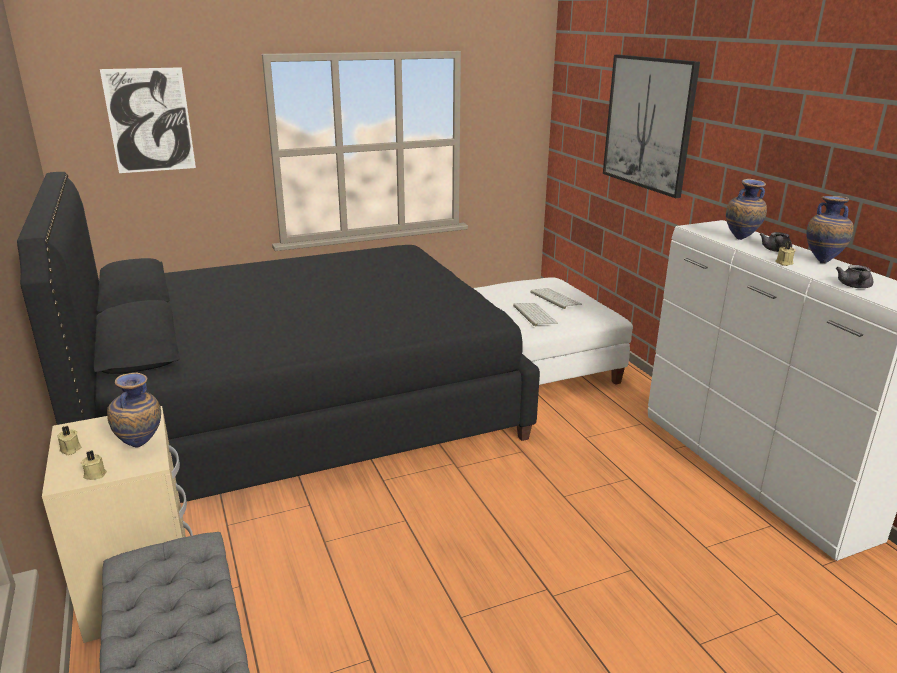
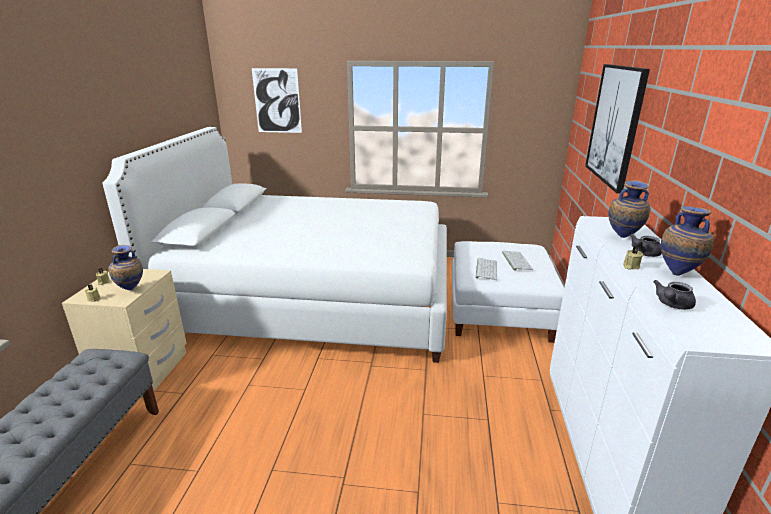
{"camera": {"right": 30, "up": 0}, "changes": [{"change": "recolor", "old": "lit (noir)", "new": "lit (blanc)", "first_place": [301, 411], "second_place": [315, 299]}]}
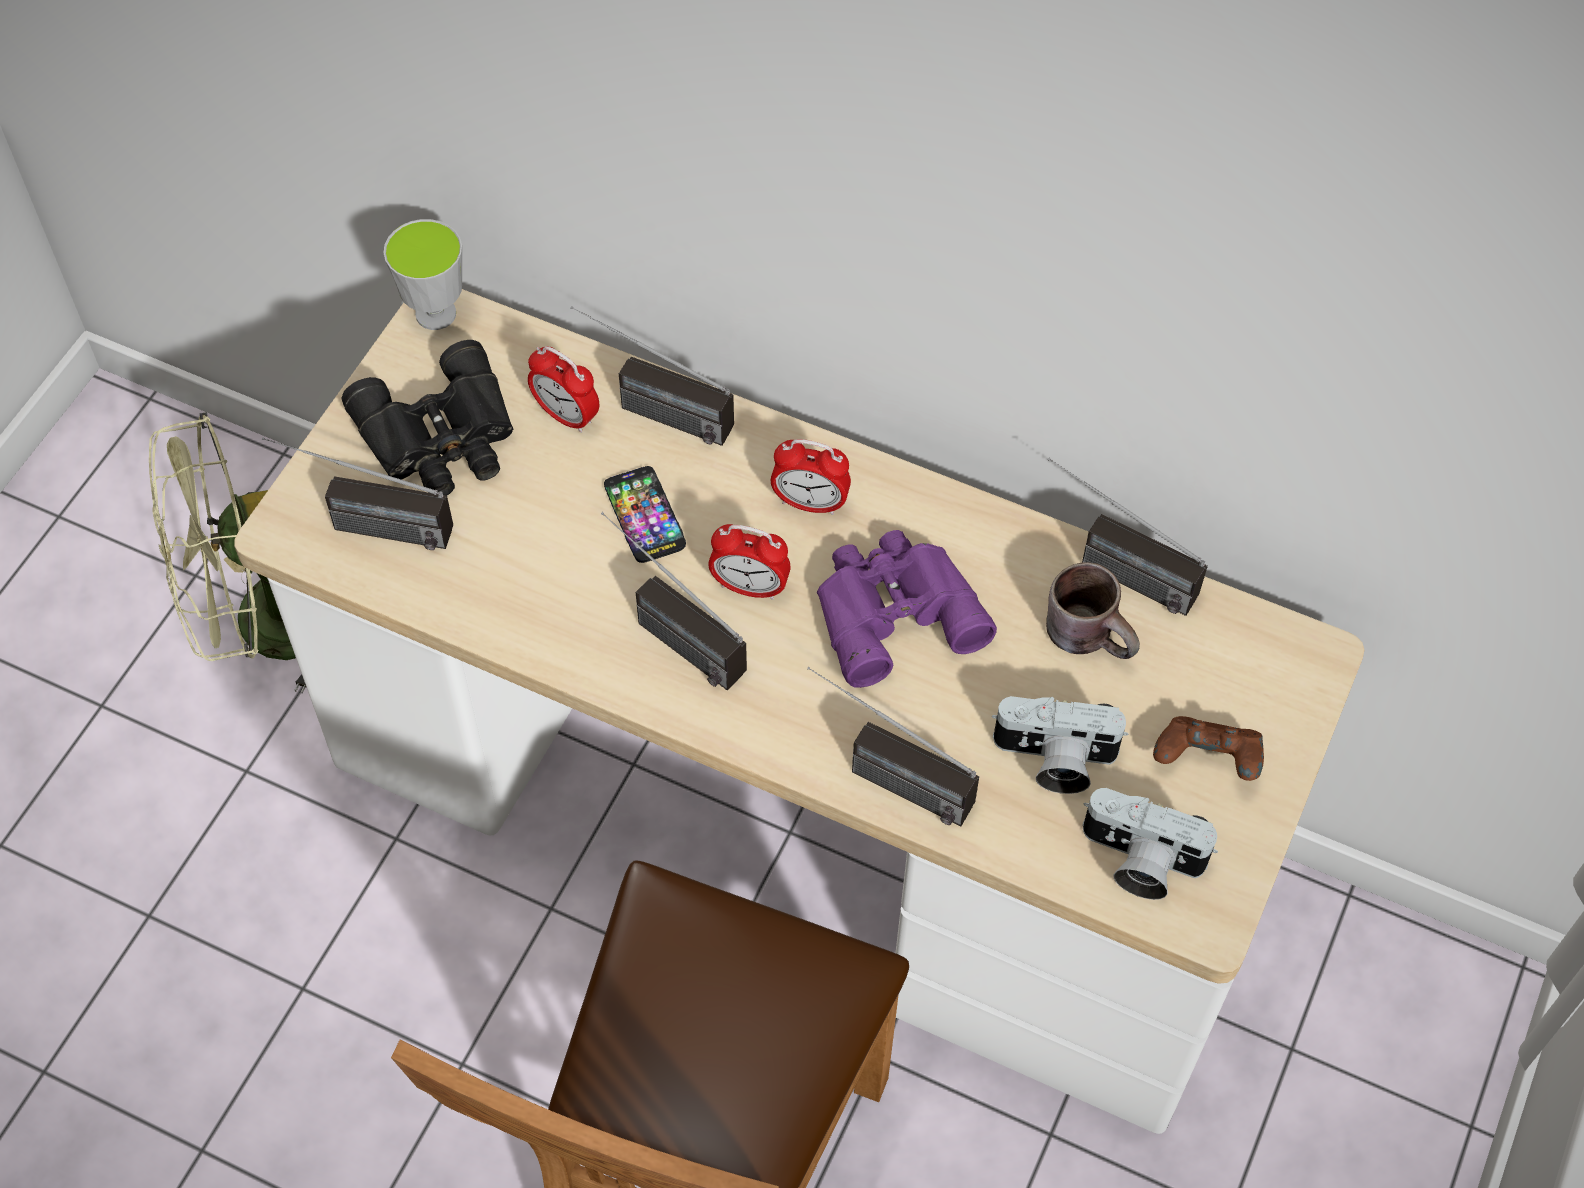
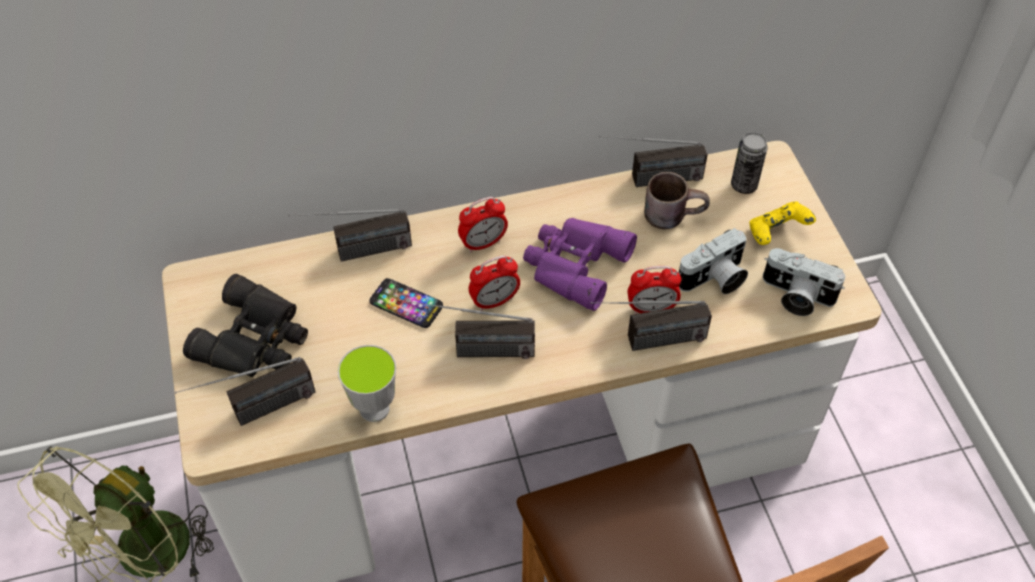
{"camera": {"right": -40, "up": -5}, "changes": [{"change": "move", "old": "tasse", "first_place": [436, 314], "second_place": [374, 409]}, {"change": "move", "old": "réveil", "first_place": [566, 416], "second_place": [651, 309]}, {"change": "rotate", "old": "appareil photo", "first_place": [1138, 861], "second_place": [795, 296], "degrees": 45}, {"change": "recolor", "old": "manette (marron)", "new": "manette (jaune)", "first_place": [1207, 761], "second_place": [777, 233]}, {"change": "insert", "new": "boîte métallique", "second_place": [744, 185]}]}
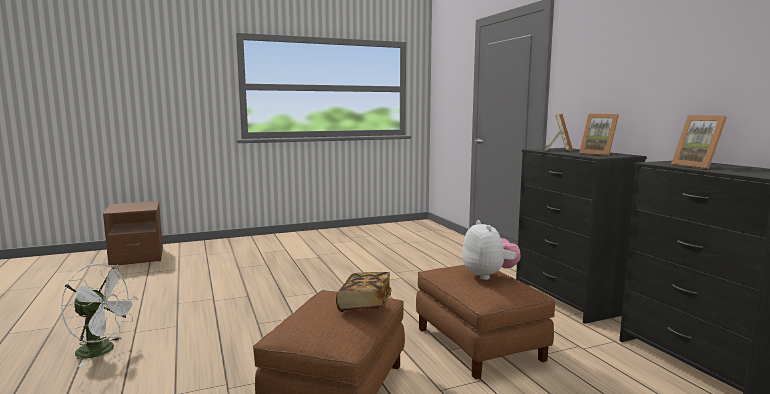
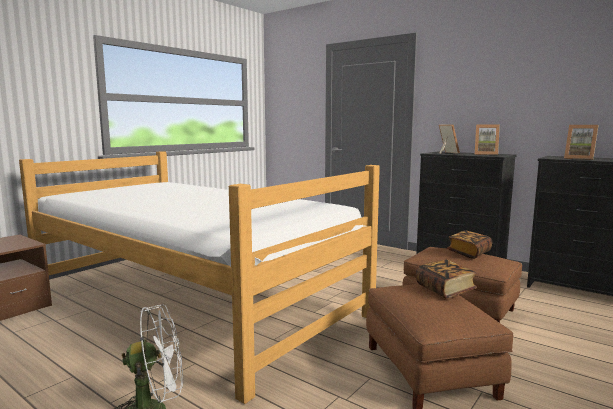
{"camera": {"right": -30, "up": 0}, "changes": [{"change": "replace", "old": "peluche", "new": "livre", "first_place": [489, 275], "second_place": [469, 253]}, {"change": "insert", "new": "lit", "second_place": [193, 301]}]}
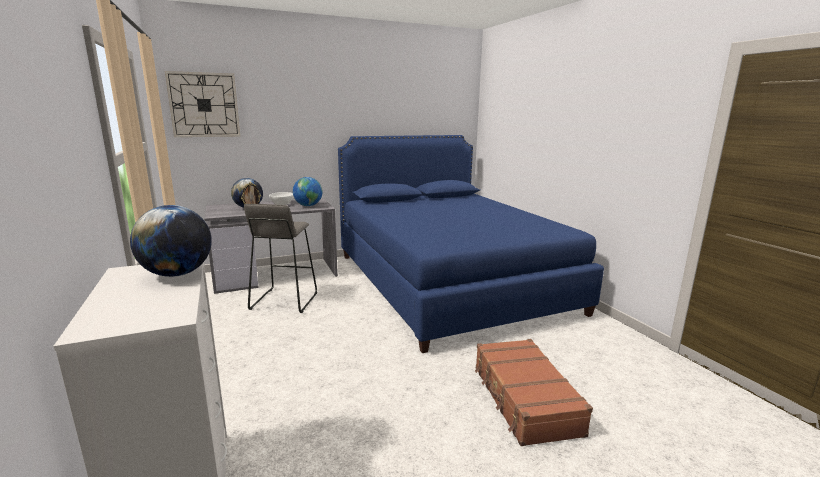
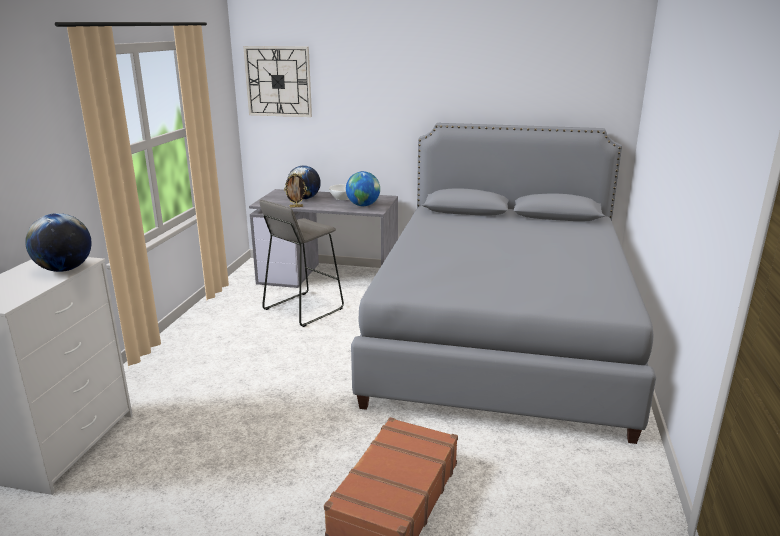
{"camera": {"right": 35, "up": 5}, "changes": [{"change": "recolor", "old": "lit (bleu)", "new": "lit (gris)", "first_place": [448, 282], "second_place": [500, 336]}]}
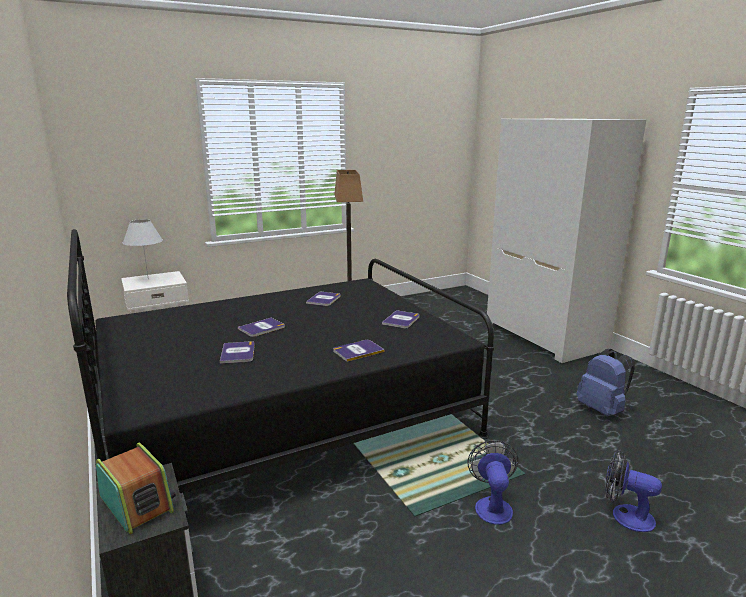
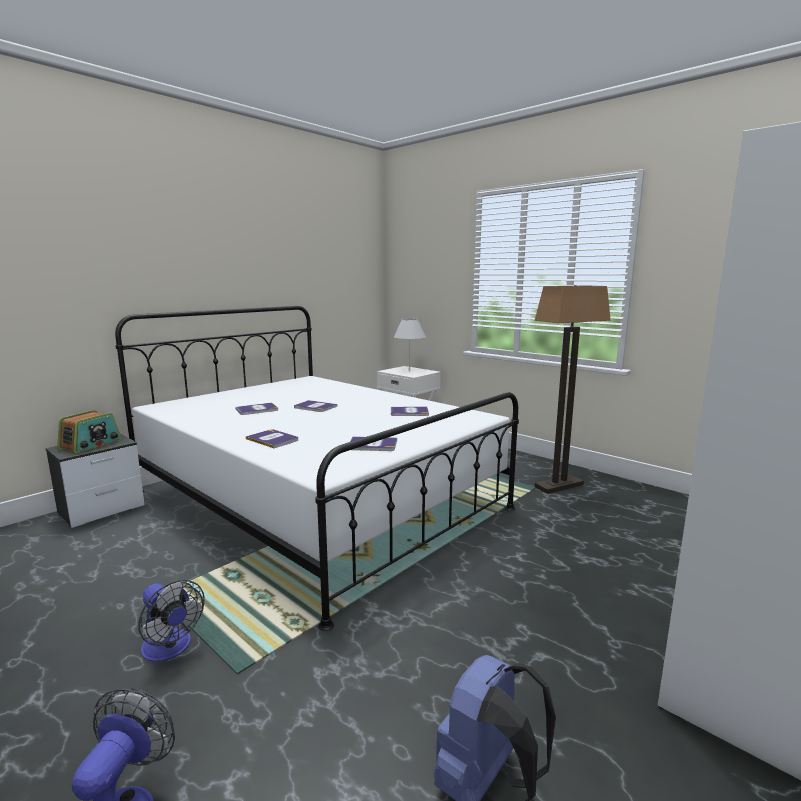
{"camera": {"right": 70, "up": -5}, "changes": [{"change": "recolor", "old": "lit (noir)", "new": "lit (blanc)", "first_place": [284, 417], "second_place": [317, 500]}, {"change": "rotate", "old": "ventilateur", "first_place": [492, 505], "second_place": [170, 649], "degrees": 60}]}
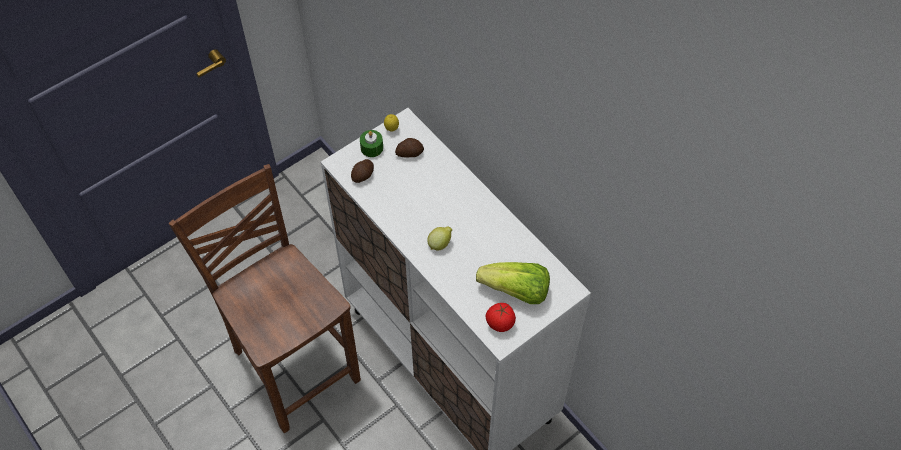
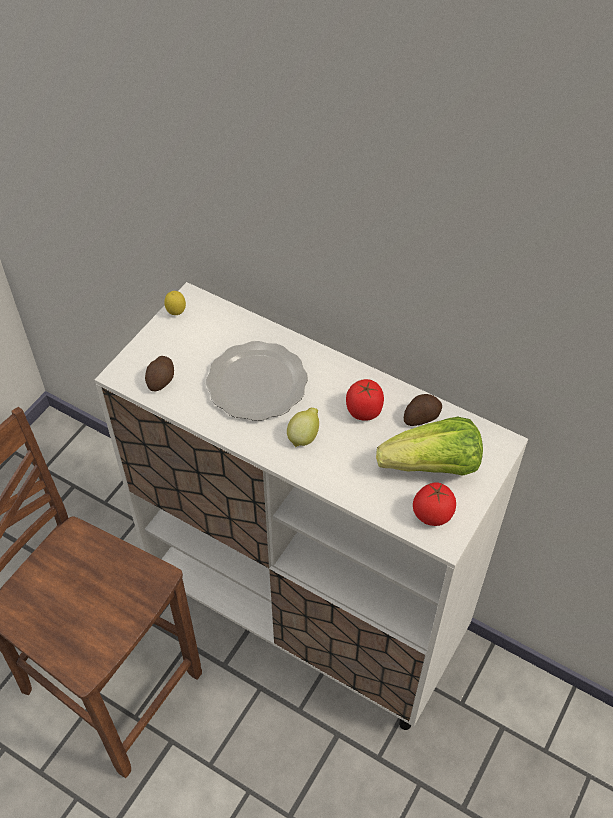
{"camera": {"right": -20, "up": -5}, "changes": [{"change": "delete", "old": "bougie (vert)", "first_place": [372, 148]}, {"change": "move", "old": "pomme de terre", "first_place": [409, 152], "second_place": [421, 417]}, {"change": "insert", "new": "assiette", "second_place": [258, 383]}, {"change": "insert", "new": "tomate", "second_place": [364, 411]}]}
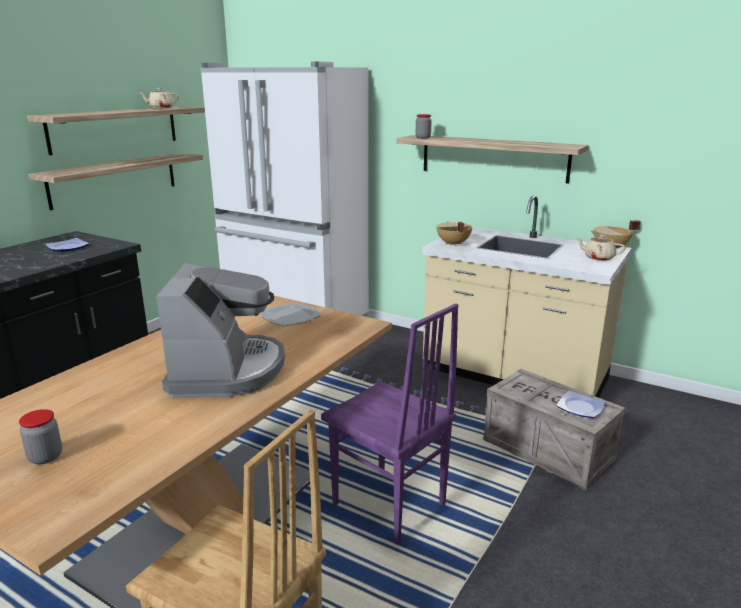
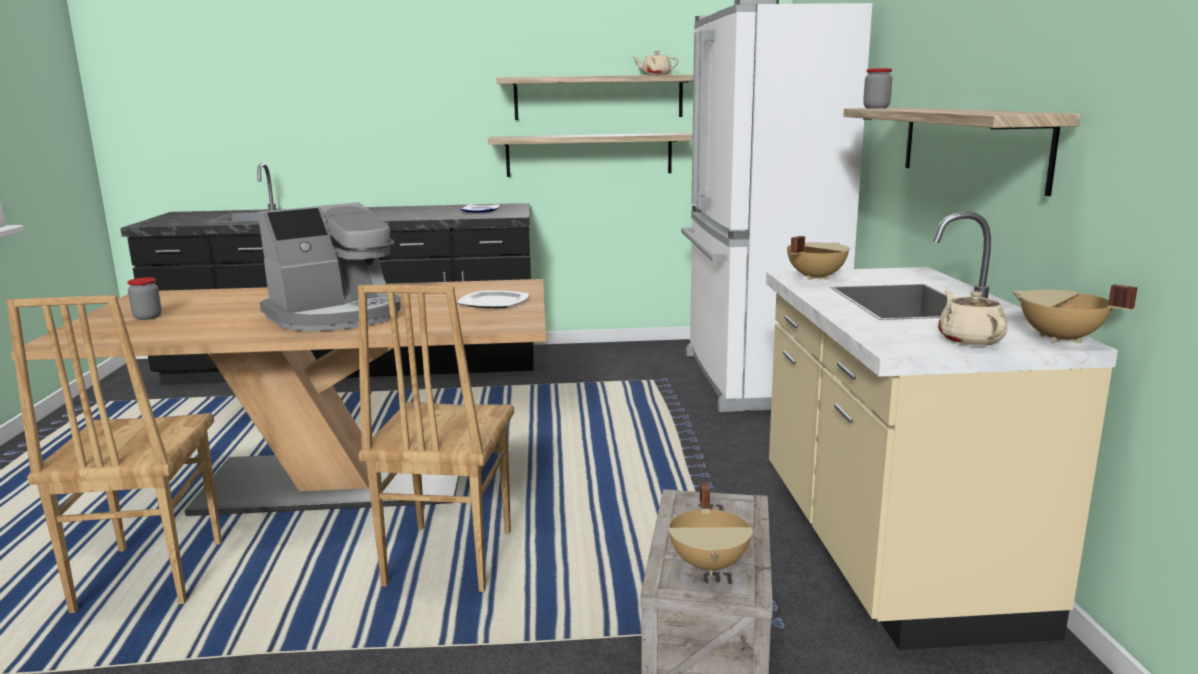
{"camera": {"right": 55, "up": -5}, "changes": [{"change": "recolor", "old": "chaise (violet)", "new": "chaise (marron)", "first_place": [388, 505], "second_place": [446, 558]}, {"change": "replace", "old": "assiette", "new": "marmite (beige)", "first_place": [579, 407], "second_place": [710, 564]}]}
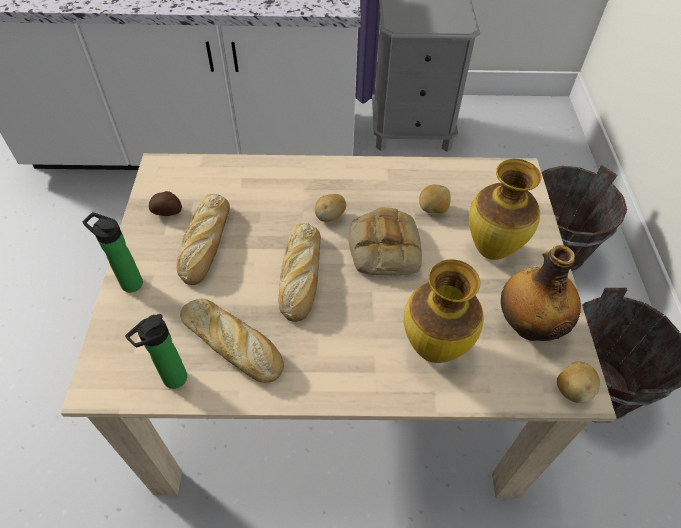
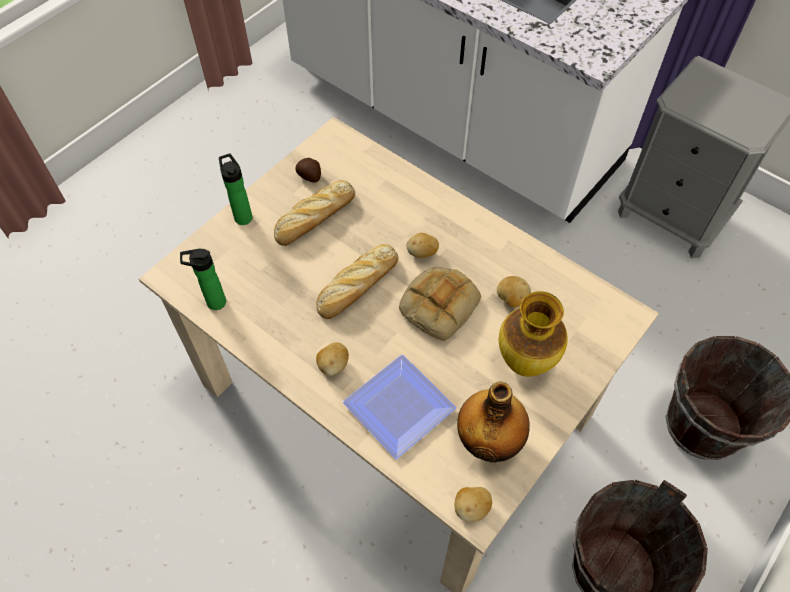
{"camera": {"right": 40, "up": 5}, "changes": [{"change": "delete", "old": "pain", "first_place": [234, 345]}, {"change": "replace", "old": "vase", "new": "assiette", "first_place": [433, 348], "second_place": [399, 403]}, {"change": "insert", "new": "pomme de terre", "second_place": [333, 365]}]}
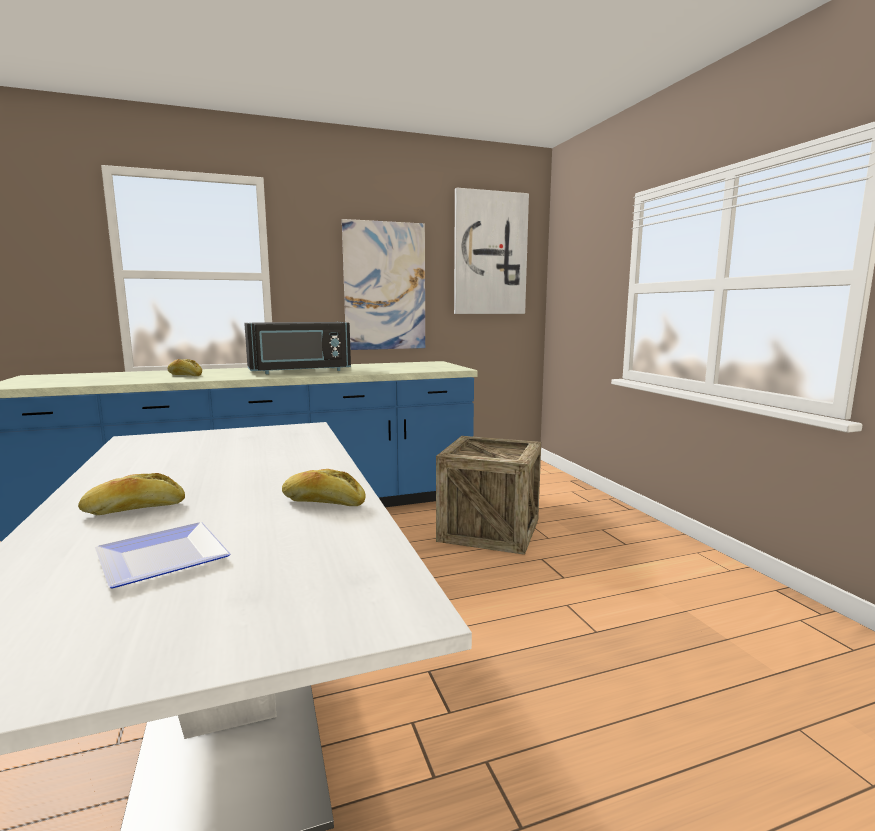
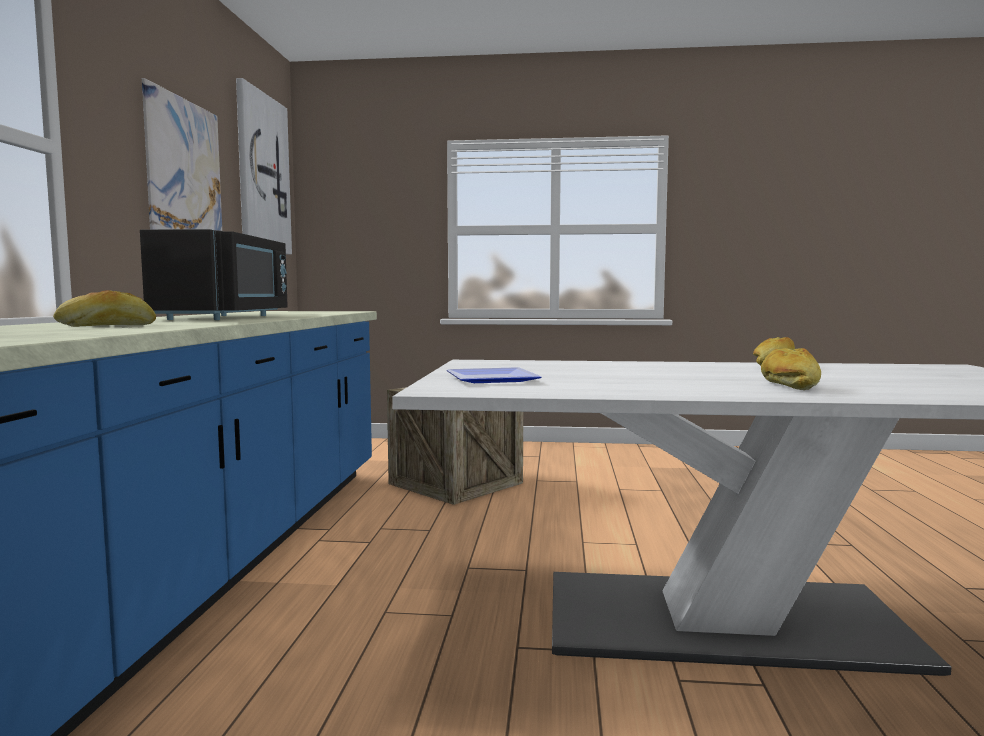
{"camera": {"right": -65, "up": -5}, "changes": [{"change": "move", "old": "assiette", "first_place": [167, 558], "second_place": [494, 379]}]}
